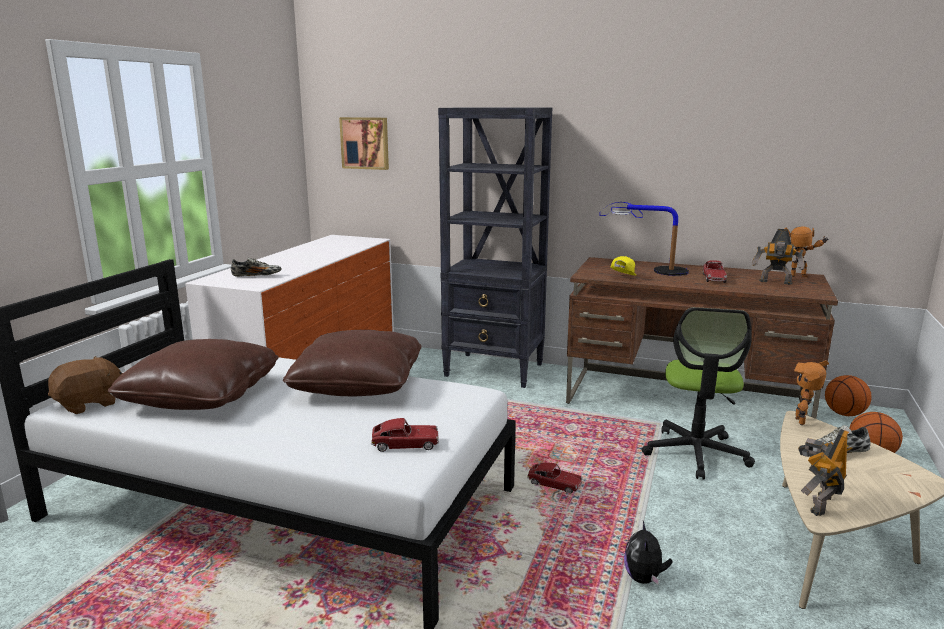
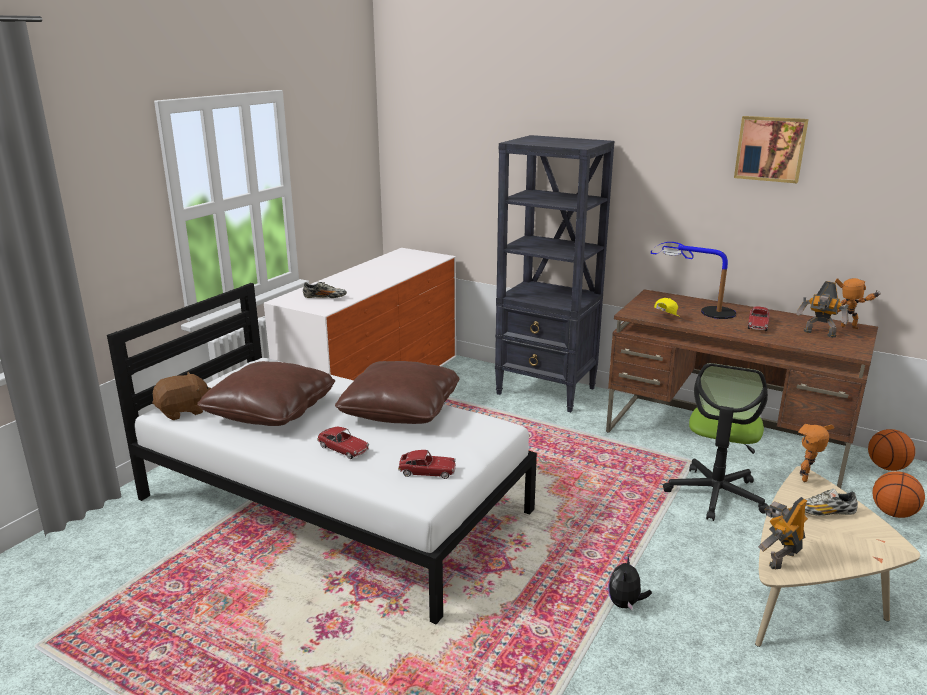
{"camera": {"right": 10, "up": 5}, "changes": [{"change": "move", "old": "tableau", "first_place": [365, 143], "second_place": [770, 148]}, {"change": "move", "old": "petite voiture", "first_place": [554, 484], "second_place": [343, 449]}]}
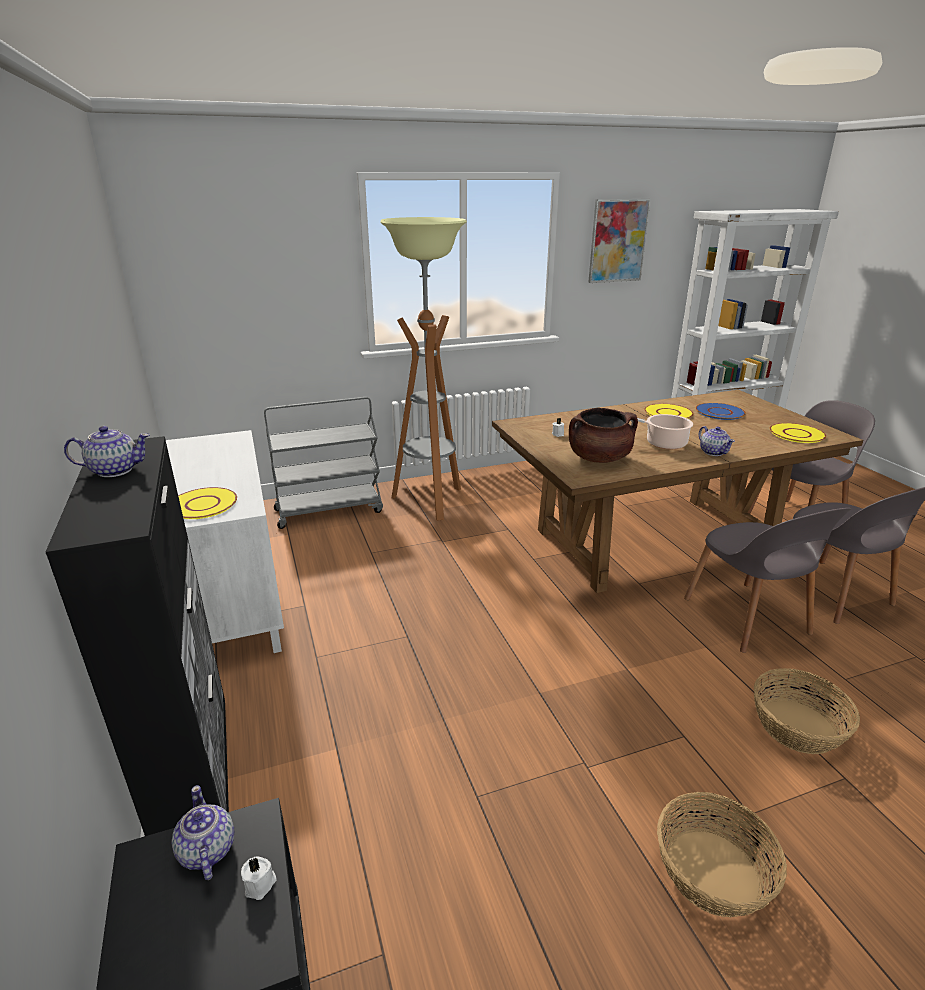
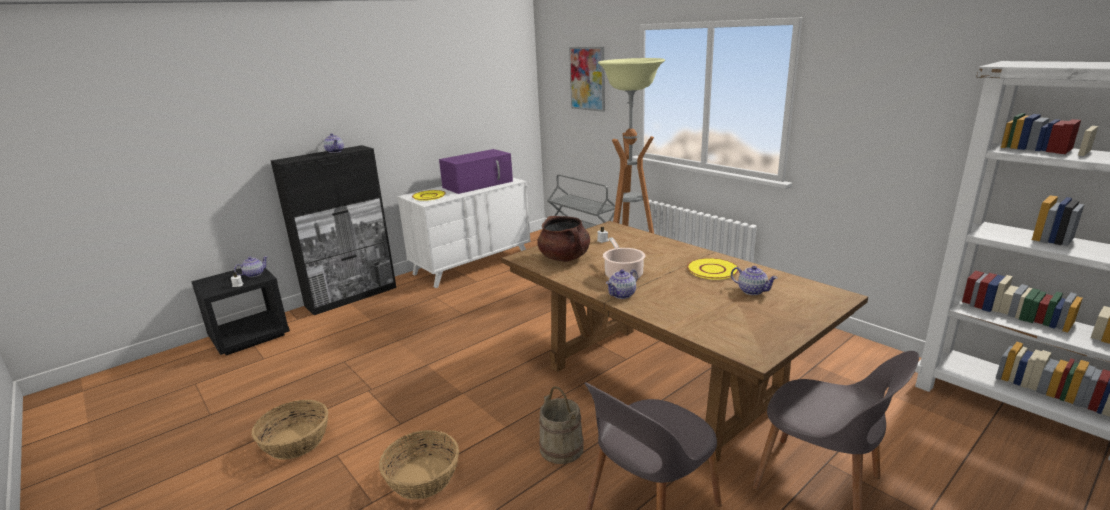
{"camera": {"right": 70, "up": -5}, "changes": [{"change": "move", "old": "tableau", "first_place": [618, 241], "second_place": [587, 78]}, {"change": "replace", "old": "chaise (gris)", "new": "seau (beige)", "first_place": [747, 618], "second_place": [561, 448]}, {"change": "replace", "old": "assiette (bleu)", "new": "théière", "first_place": [719, 412], "second_place": [752, 291]}, {"change": "delete", "old": "assiette (jaune)", "first_place": [797, 434]}, {"change": "insert", "new": "micro-ondes (violet)", "second_place": [478, 184]}]}
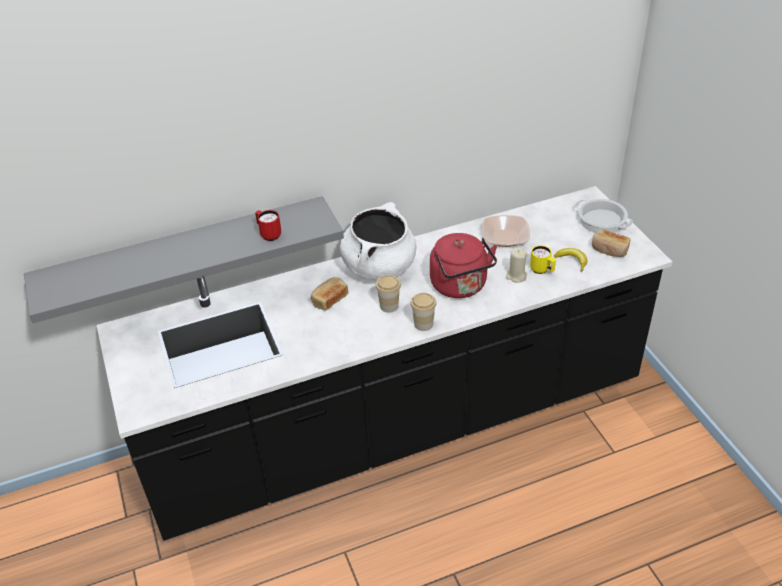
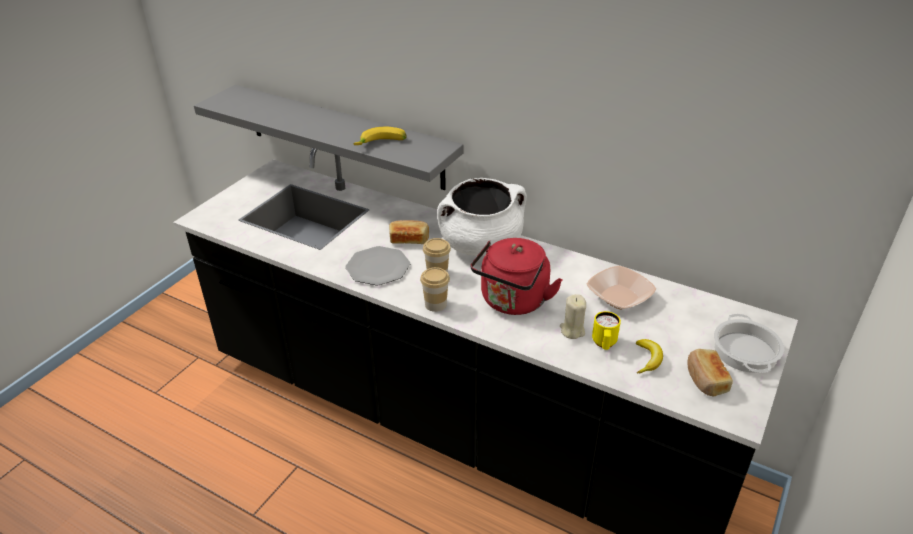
{"camera": {"right": 50, "up": -5}, "changes": [{"change": "replace", "old": "mug (rouge)", "new": "banane", "first_place": [268, 234], "second_place": [381, 144]}, {"change": "insert", "new": "assiette", "second_place": [378, 267]}]}
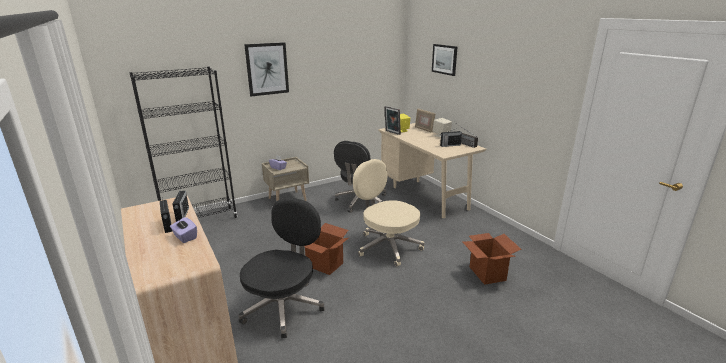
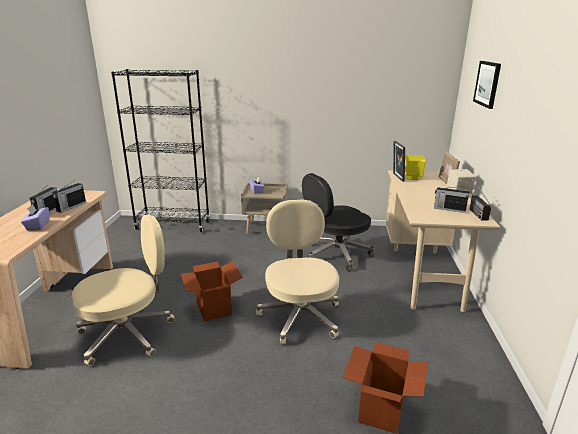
{"camera": {"right": 35, "up": 0}, "changes": [{"change": "recolor", "old": "chaise de bureau (noir)", "new": "chaise de bureau (beige)", "first_place": [284, 306], "second_place": [128, 334]}, {"change": "delete", "old": "tableau", "first_place": [267, 69]}]}
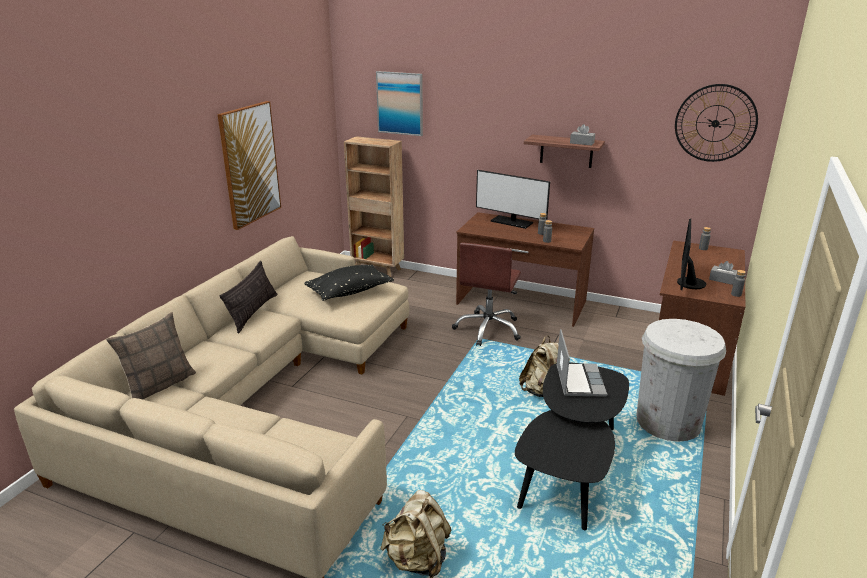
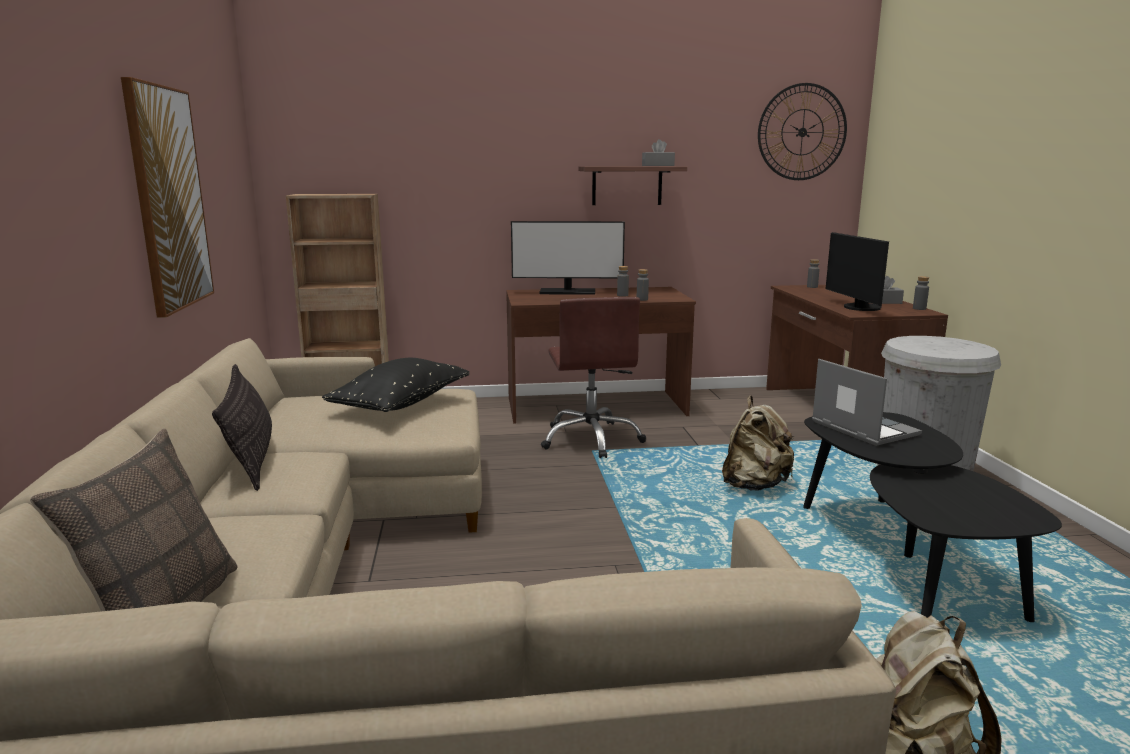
{"camera": {"right": -30, "up": -10}, "changes": [{"change": "delete", "old": "tableau", "first_place": [400, 103]}]}
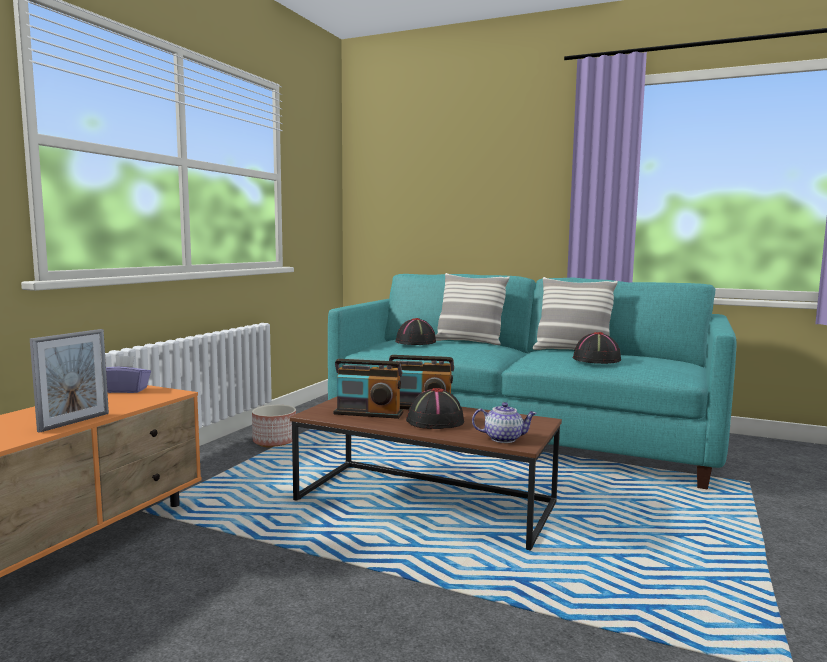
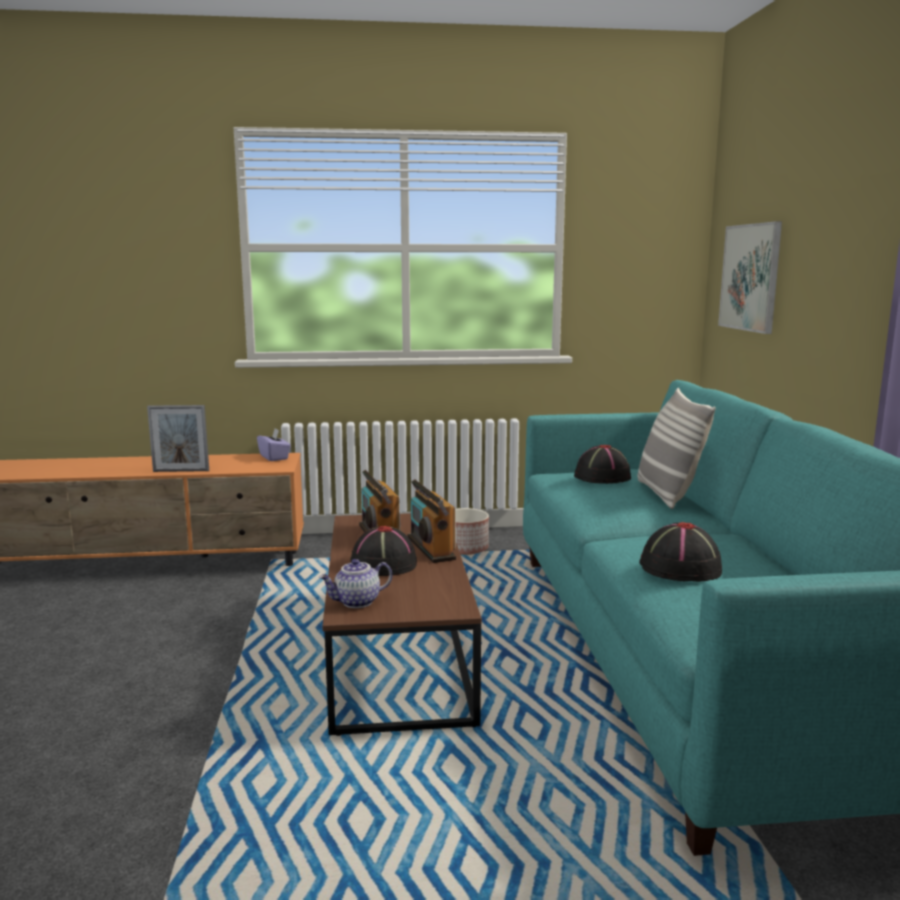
{"camera": {"right": 60, "up": 5}, "changes": [{"change": "rotate", "old": "théière", "first_place": [503, 439], "second_place": [357, 602], "degrees": 90}, {"change": "delete", "old": "coussin", "first_place": [572, 351]}, {"change": "insert", "new": "tableau", "second_place": [750, 277]}]}
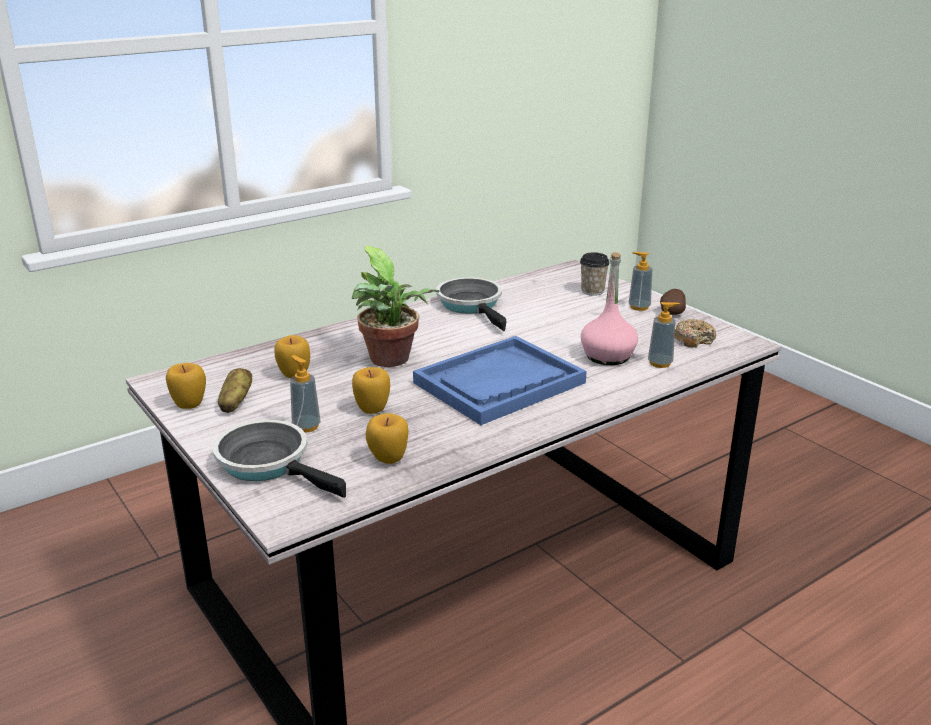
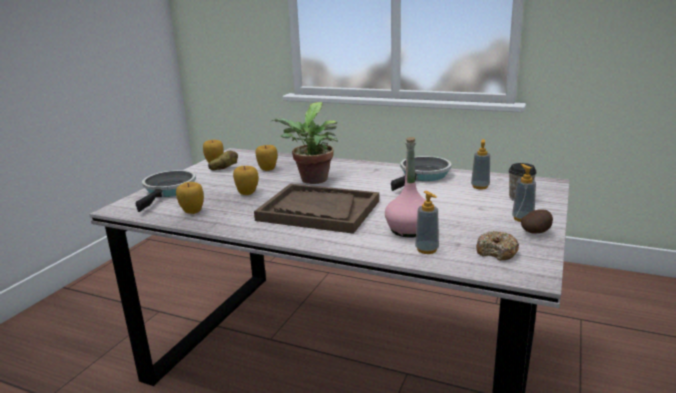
{"camera": {"right": 60, "up": -5}, "changes": [{"change": "move", "old": "distributeur de savon", "first_place": [306, 426], "second_place": [480, 186]}, {"change": "recolor", "old": "plateau (bleu)", "new": "plateau (marron)", "first_place": [499, 383], "second_place": [318, 211]}]}
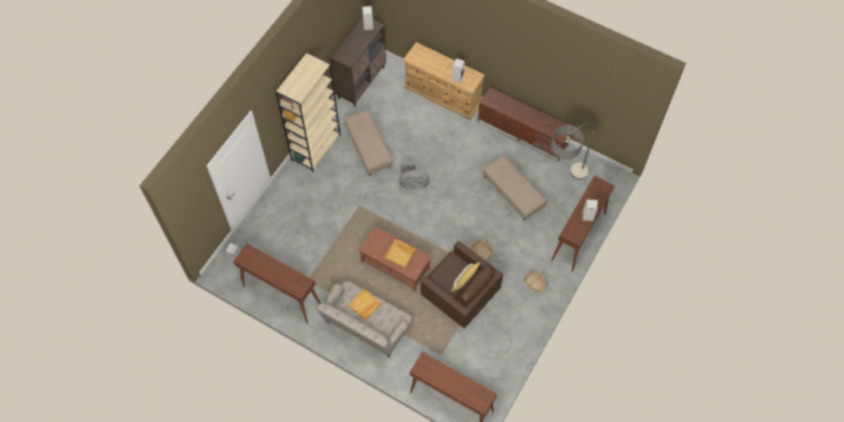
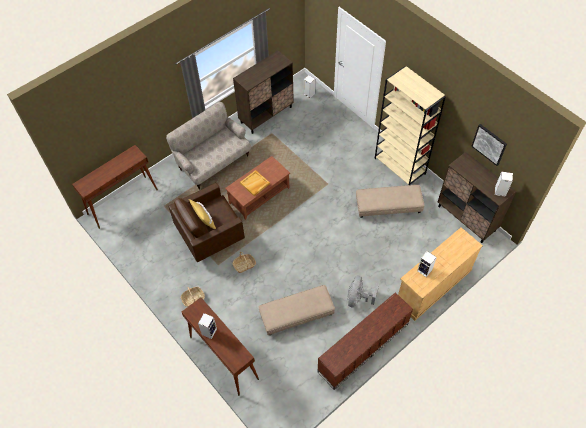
{"camera": {"right": 110, "up": -5}, "changes": [{"change": "replace", "old": "table console (marron)", "new": "meuble de rangement (marron)", "first_place": [281, 295], "second_place": [266, 115]}, {"change": "delete", "old": "plateau (beige)", "first_place": [365, 305]}, {"change": "move", "old": "ventilateur (gris)", "first_place": [413, 184], "second_place": [358, 298]}, {"change": "delete", "old": "lampadaire", "first_place": [563, 184]}, {"change": "insert", "new": "tableau", "second_place": [489, 144]}]}
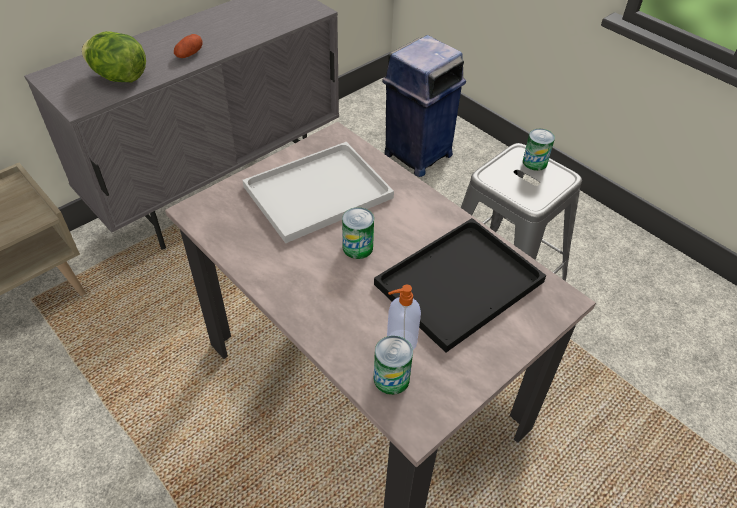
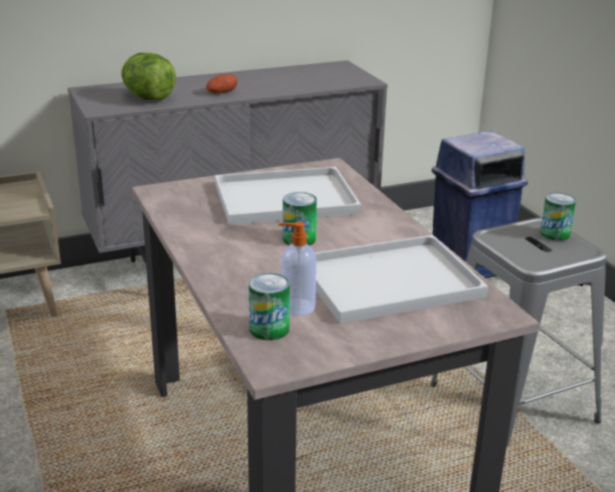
{"camera": {"right": 20, "up": -20}, "changes": [{"change": "recolor", "old": "plateau (noir)", "new": "plateau (blanc)", "first_place": [460, 281], "second_place": [391, 279]}]}
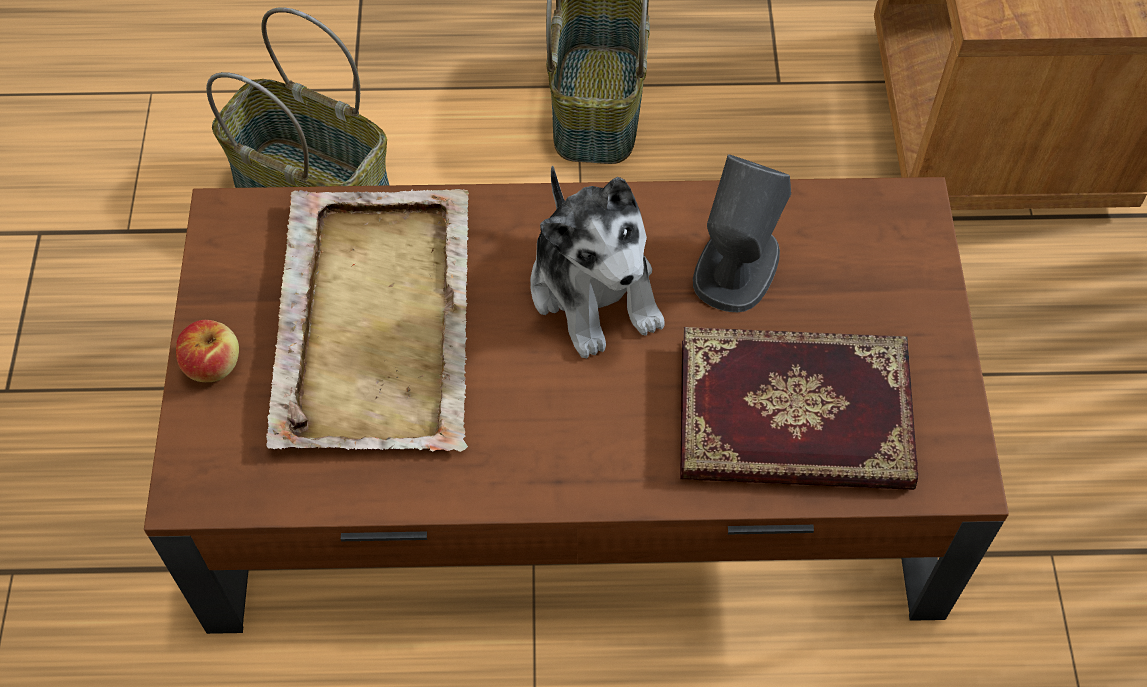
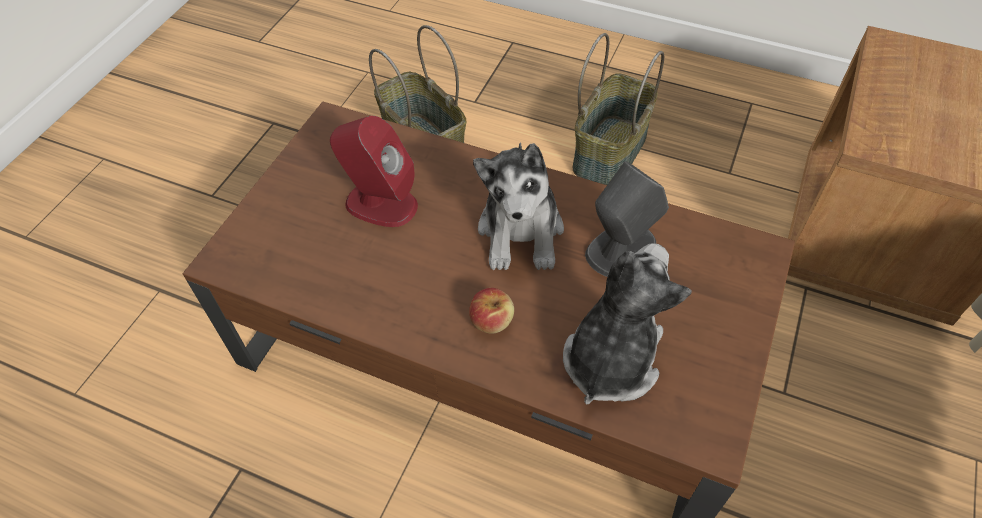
{"camera": {"right": 25, "up": -5}, "changes": [{"change": "move", "old": "pomme", "first_place": [213, 364], "second_place": [491, 320]}, {"change": "replace", "old": "plateau (beige)", "new": "enceinte (rouge)", "first_place": [376, 319], "second_place": [380, 204]}, {"change": "replace", "old": "livre", "new": "peluche", "first_place": [794, 419], "second_place": [611, 358]}]}
